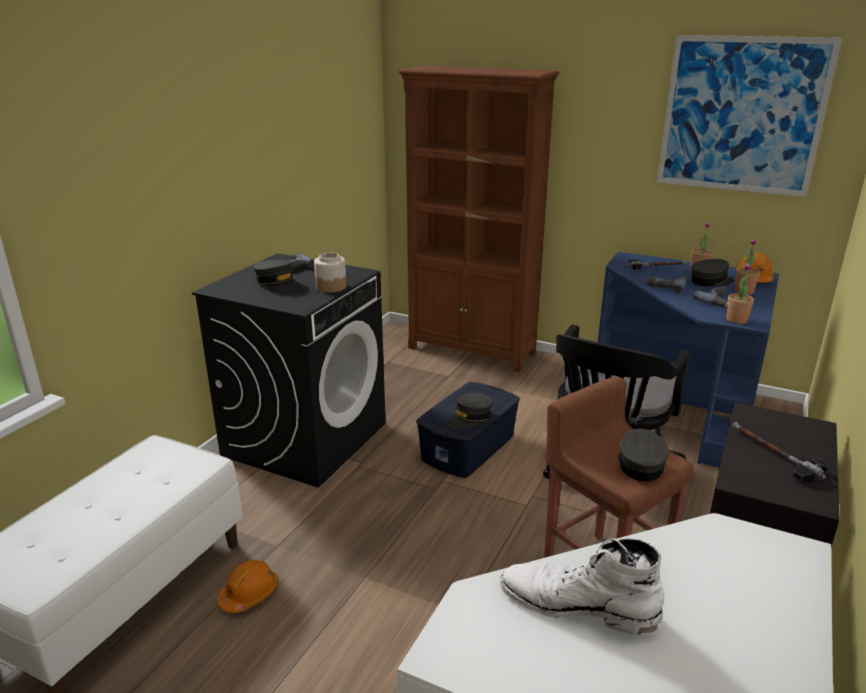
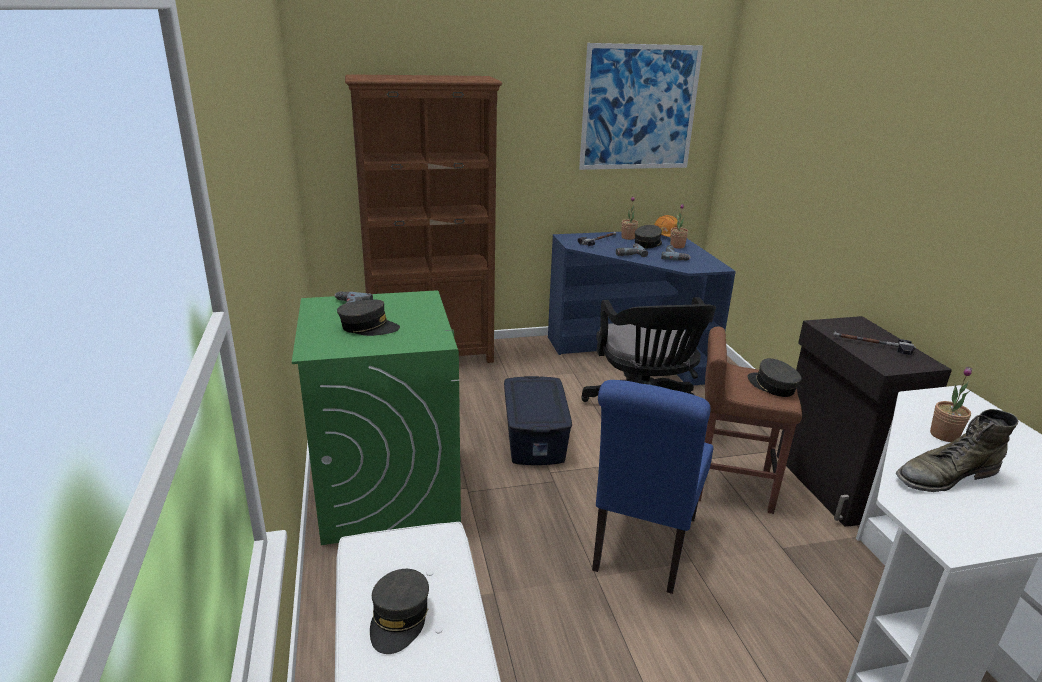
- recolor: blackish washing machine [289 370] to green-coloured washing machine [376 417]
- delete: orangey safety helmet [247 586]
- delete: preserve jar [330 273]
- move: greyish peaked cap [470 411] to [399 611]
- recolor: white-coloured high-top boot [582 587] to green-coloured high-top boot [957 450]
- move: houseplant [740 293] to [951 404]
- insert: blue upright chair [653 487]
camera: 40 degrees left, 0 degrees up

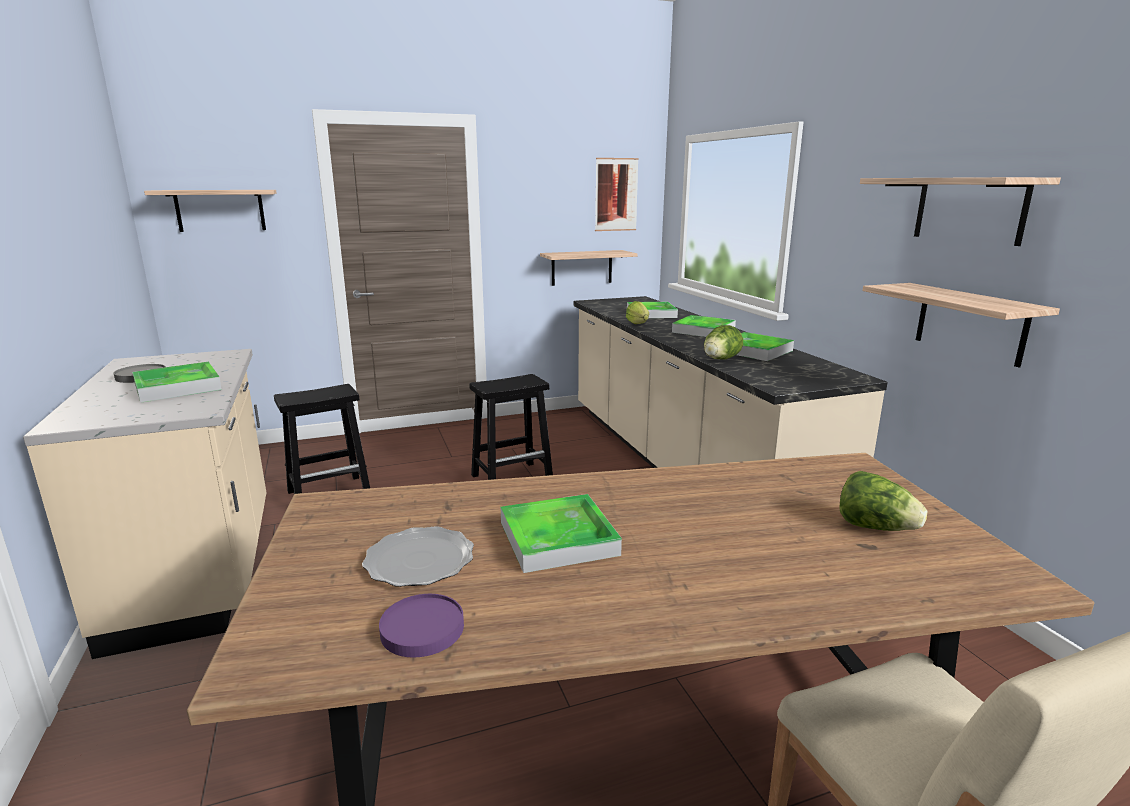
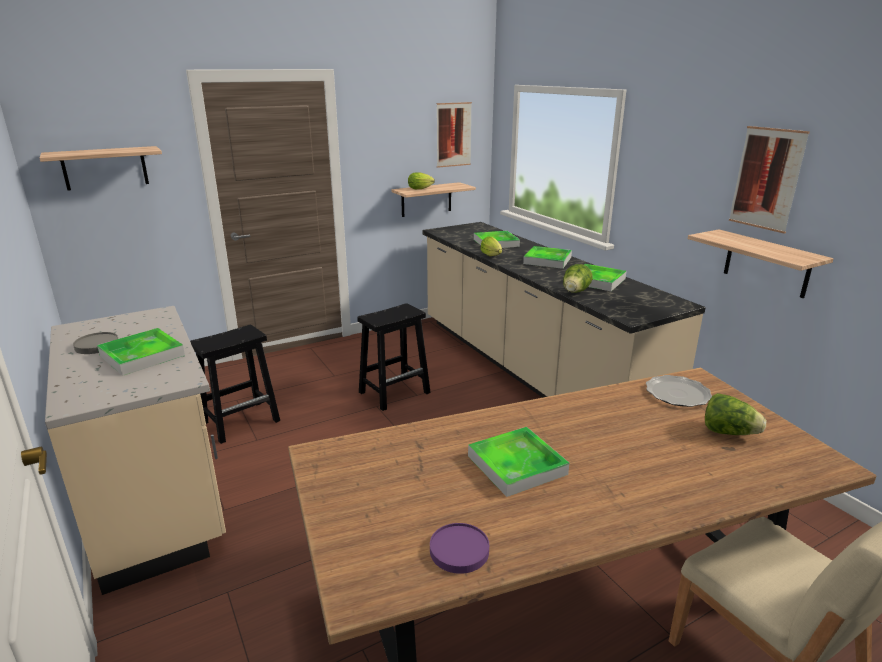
- move: dinner plate [418 556] to [679 391]
- replace: wall shelf [960 211] to wall art [769 180]
- insert: lettuce head [421 180]
camera: 10 degrees left, 5 degrees up

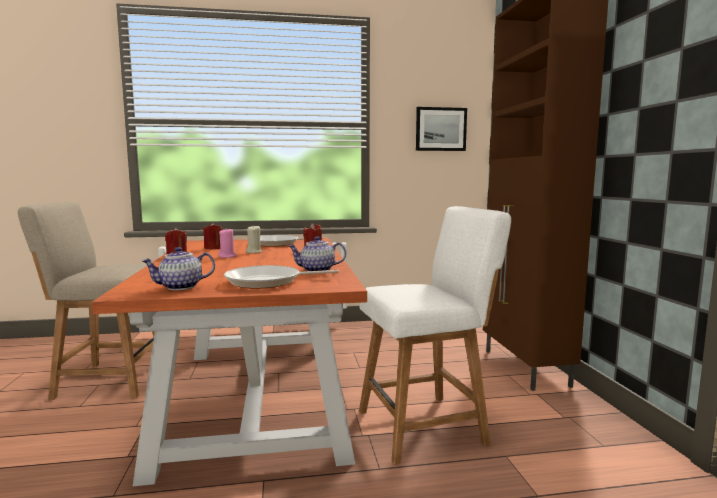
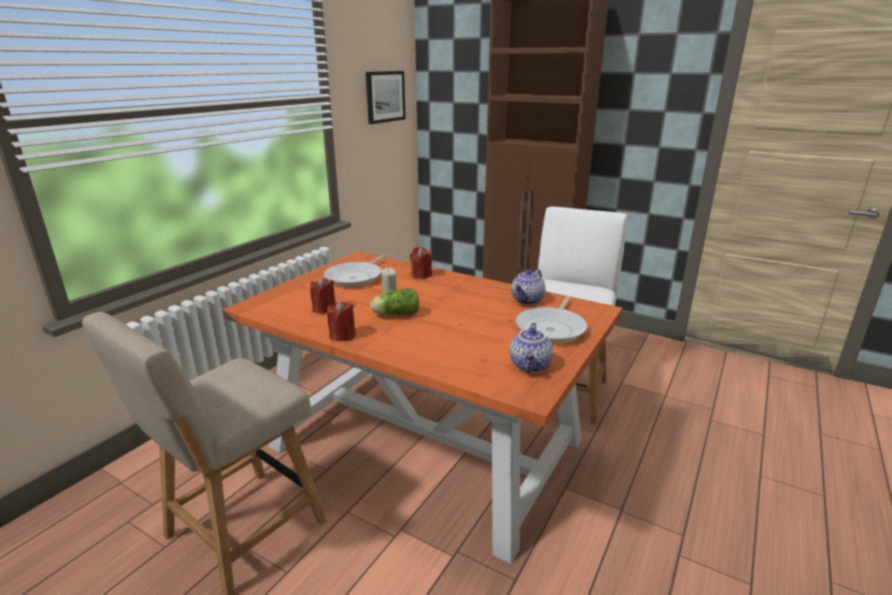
- replace: pinkish wax light [227 243] to lettuce head [394 302]
camera: 50 degrees left, 15 degrees up

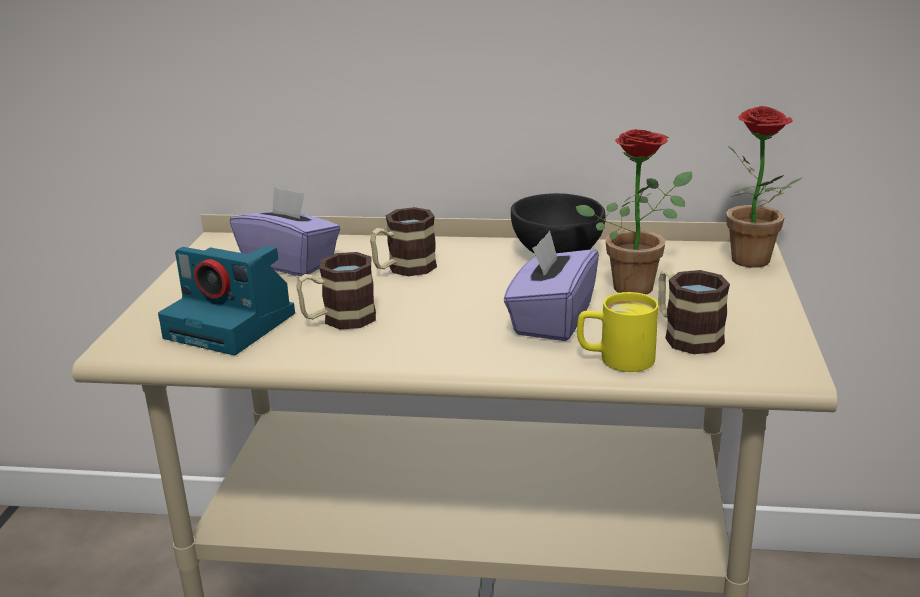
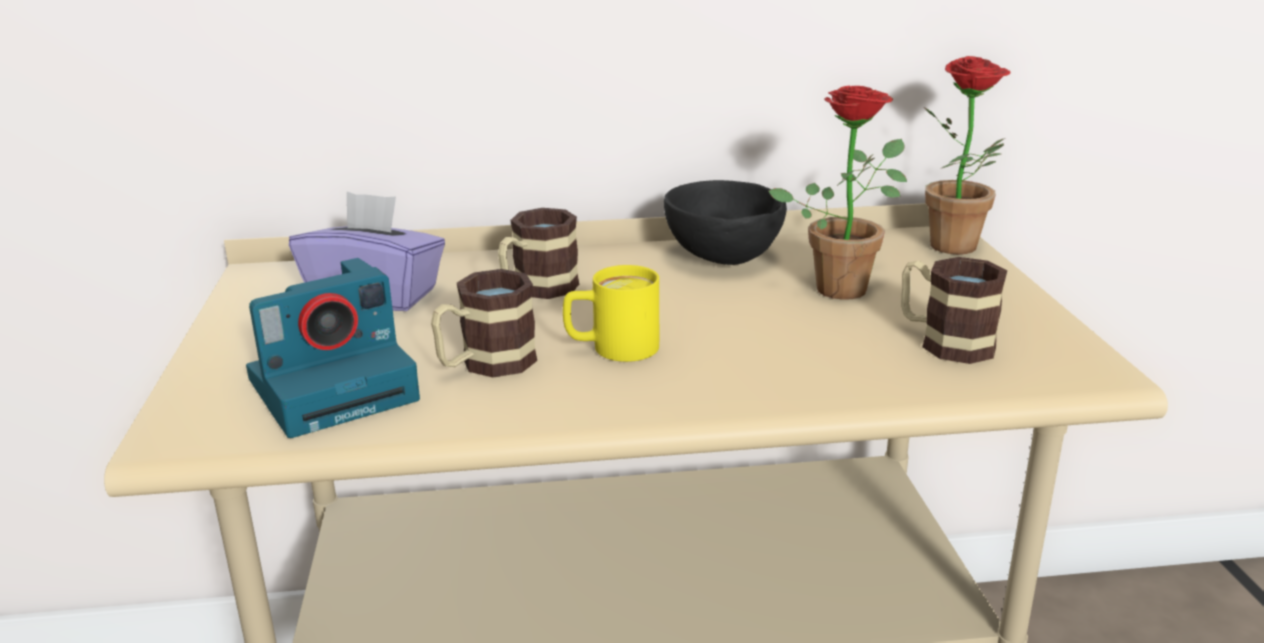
- rotate: photo camera [226 300] = [333 348] 45 degrees counterclockwise
- delete: purple-coloured tissue box [551 286]
- move: yellow-coloured tea mug [617 332] to [611 313]
camera: 15 degrees left, 0 degrees up

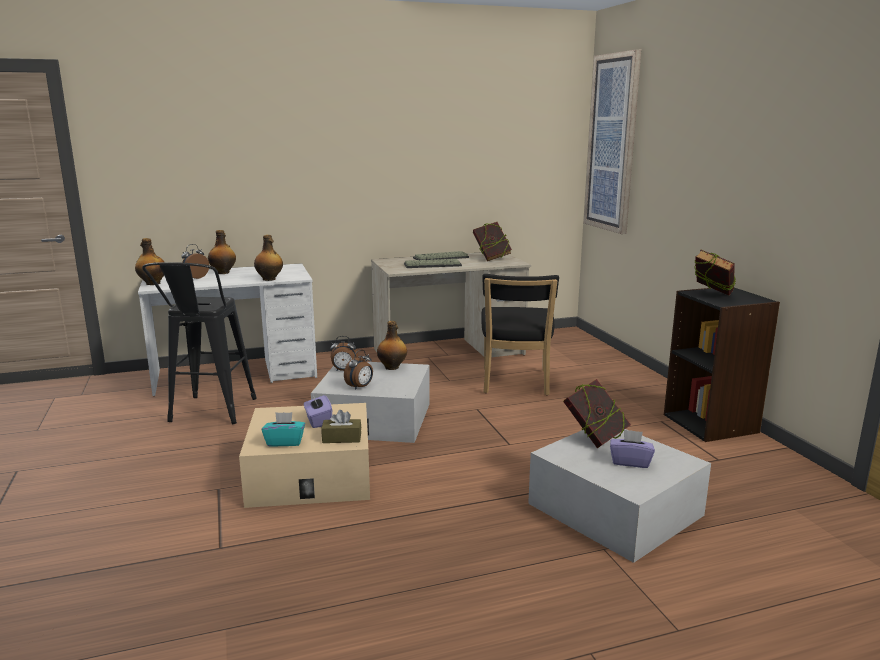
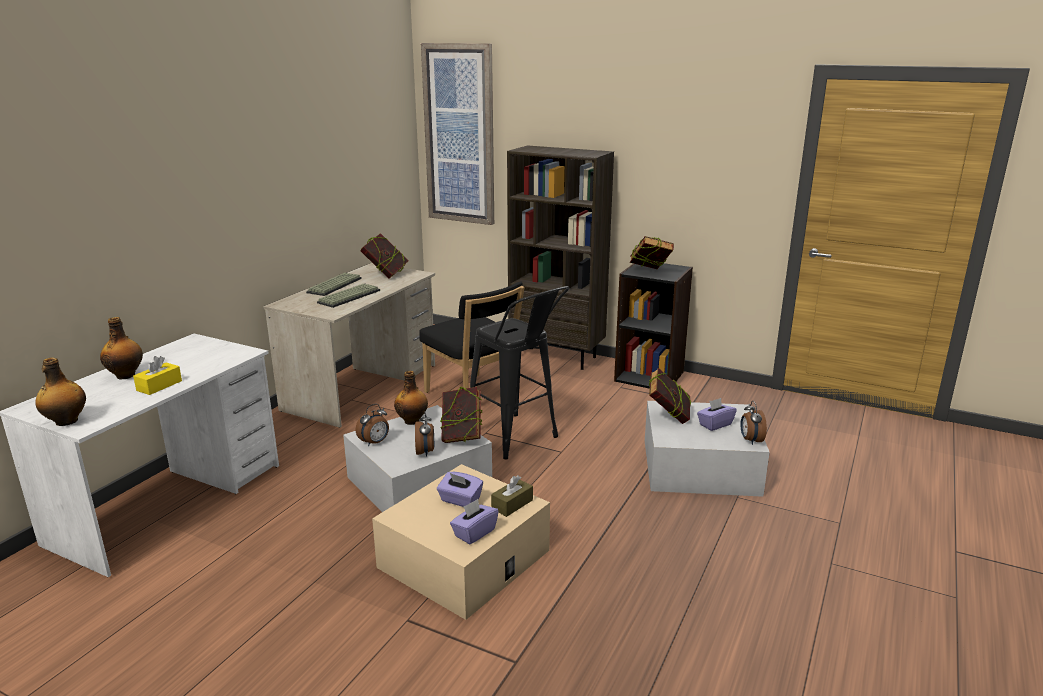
- move: blackish stool seat [199 343] to [519 372]
- move: table clock [195 261] to [753 423]
- delete: bottle [268 258]
- recolor: blue-green tissue box [283 429] to purple-coloured tissue box [474 521]
- insert: yellow-coloured tissue box [157 375]
- insert: book [461 414]
- insert: brown-coloured bookshelf [560 257]
camera: 45 degrees left, 5 degrees up

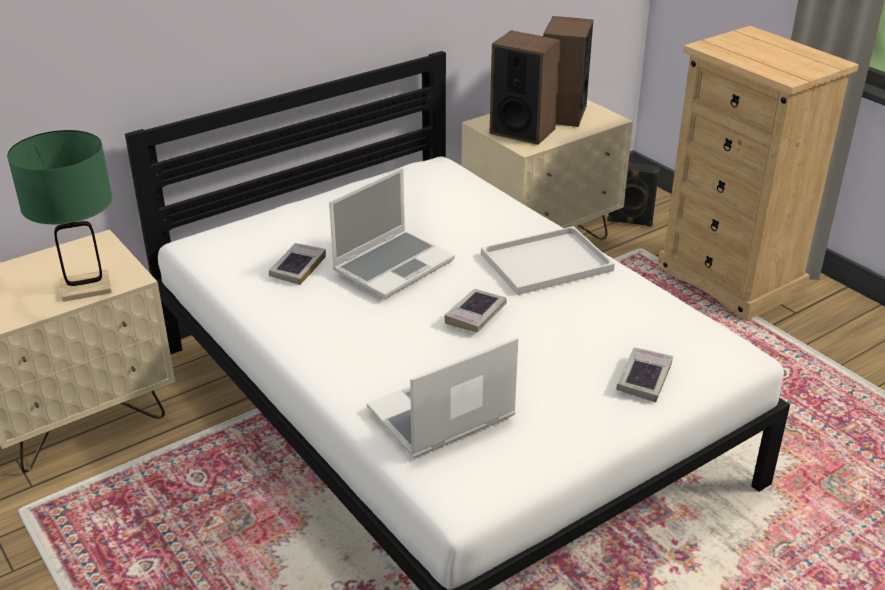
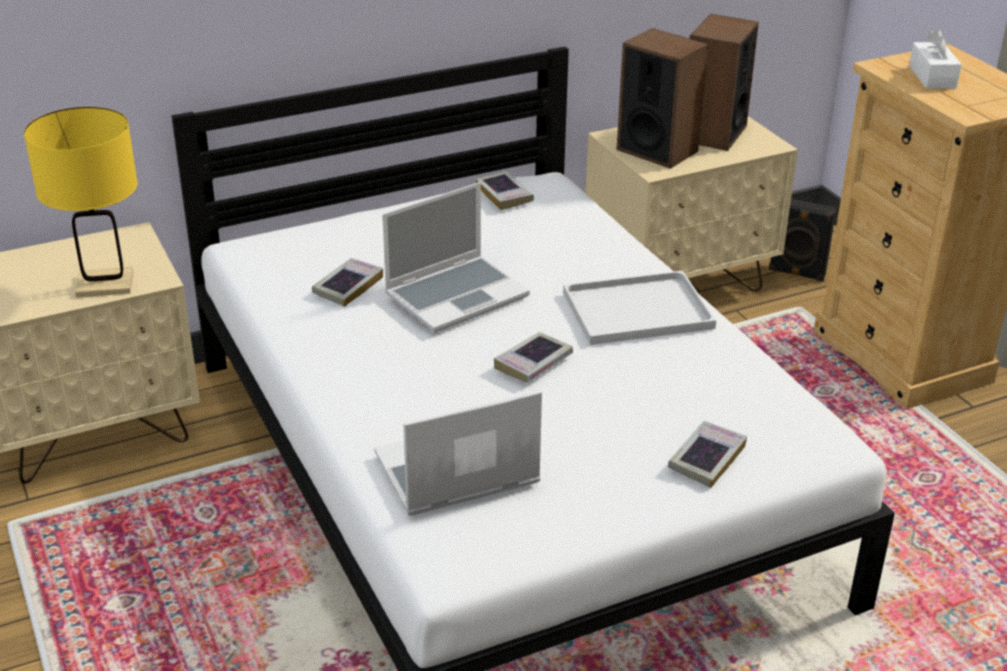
- recolor: green-coloured tabletop lamp [59 216] to yellow-coloured tabletop lamp [81 202]
- insert: book [505 190]
- insert: white-coloured tissue box [935 59]
camera: 10 degrees right, 0 degrees up

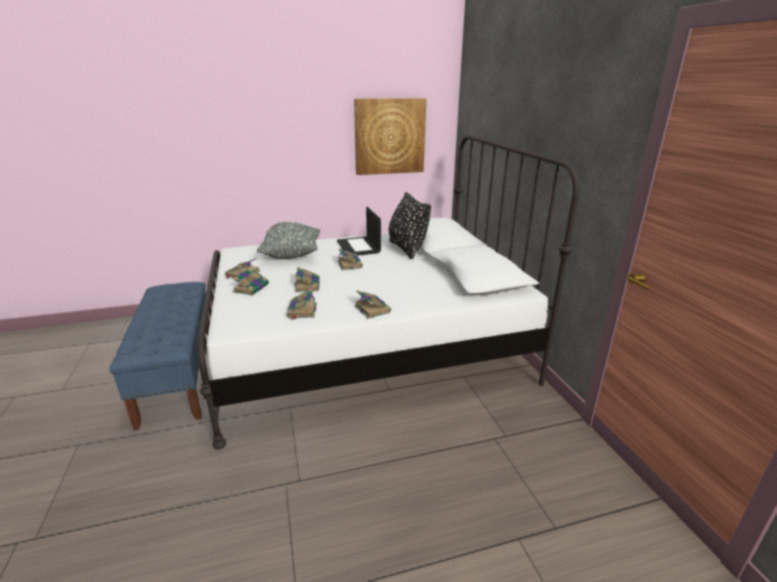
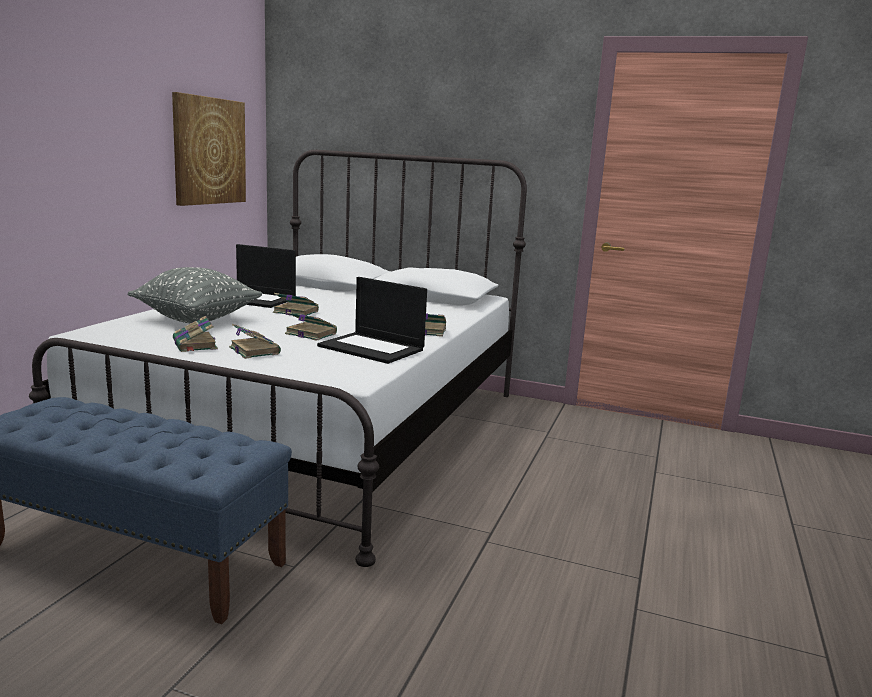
- replace: book [302 303] to portable computer [372 320]
- delete: blackish cushion [410 225]
camera: 55 degrees left, 10 degrees down

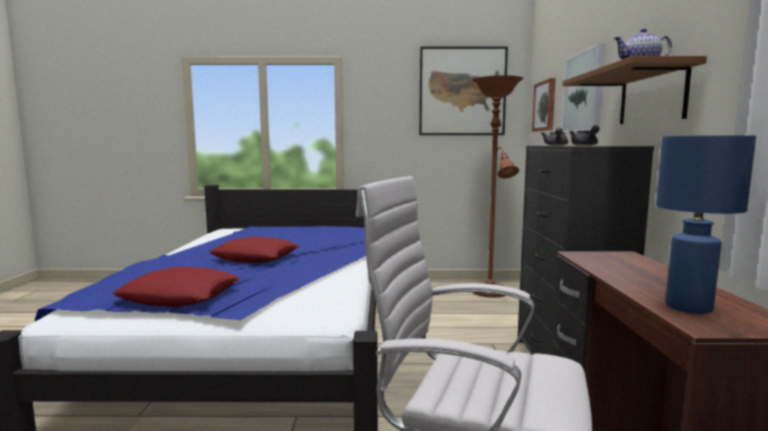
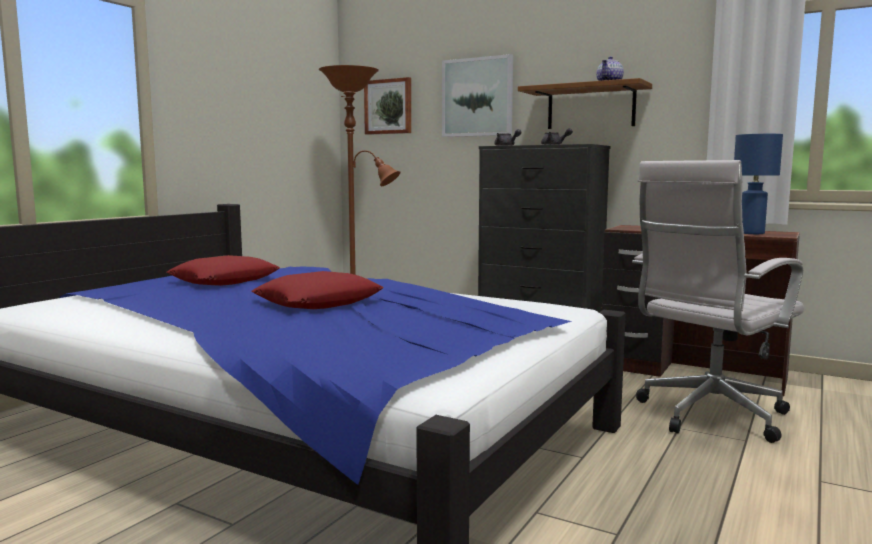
- move: red cushion [176 287] to [223 270]
- delete: wall art [463 90]
camera: 60 degrees left, 0 degrees up

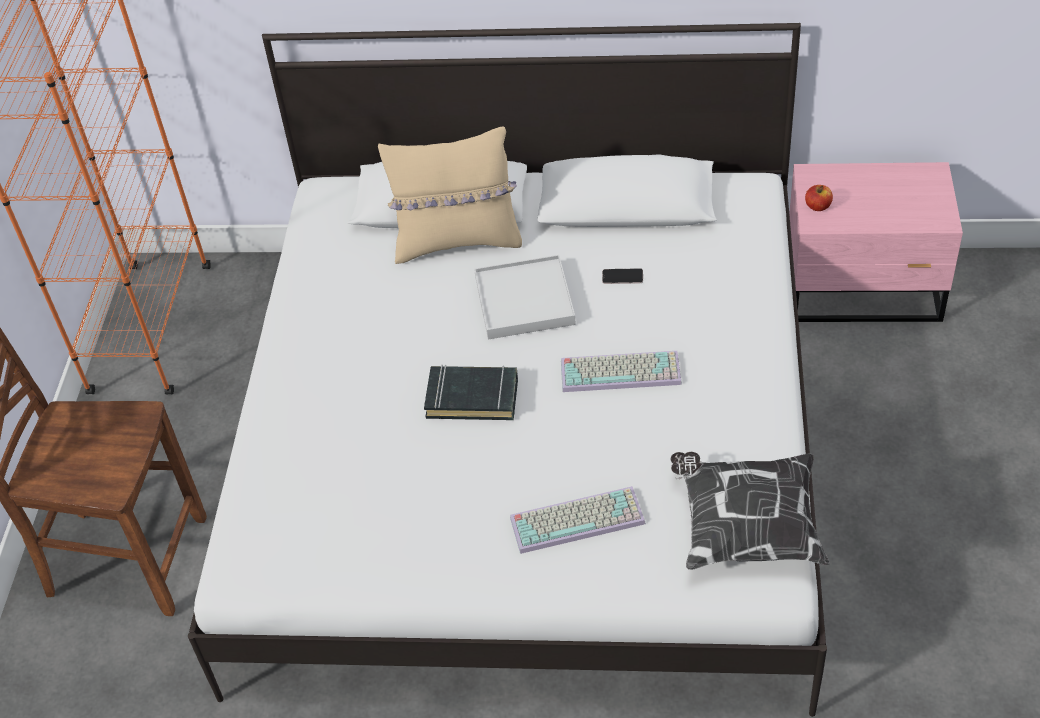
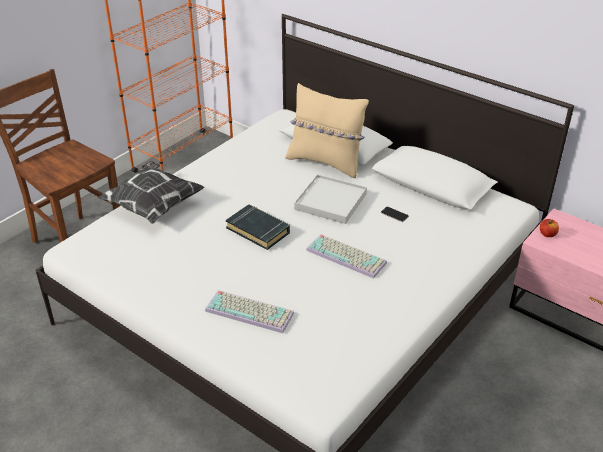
- move: cushion [750 511] to [151 192]
camera: 30 degrees right, 10 degrees down

